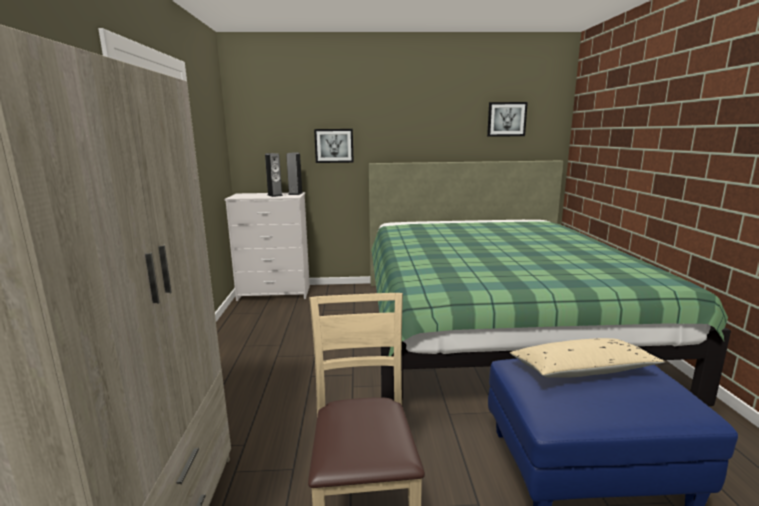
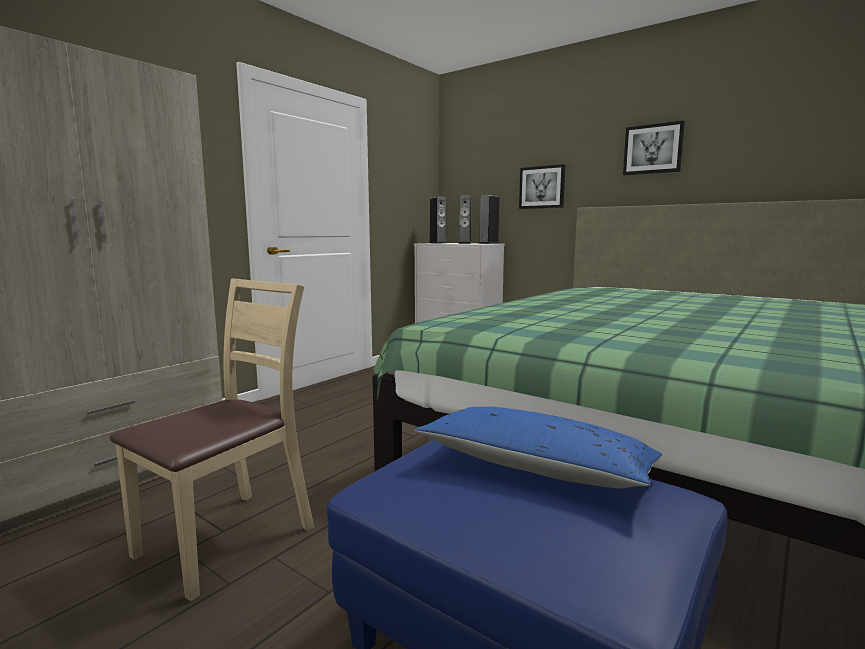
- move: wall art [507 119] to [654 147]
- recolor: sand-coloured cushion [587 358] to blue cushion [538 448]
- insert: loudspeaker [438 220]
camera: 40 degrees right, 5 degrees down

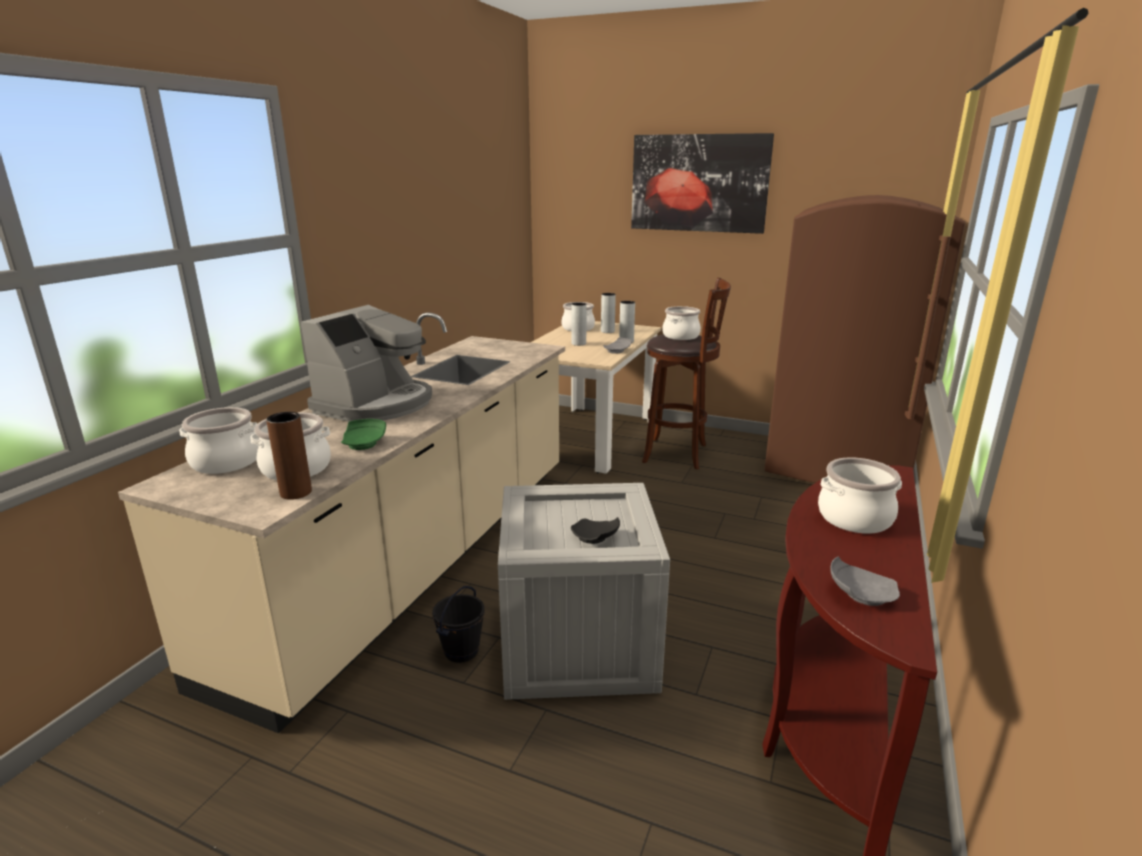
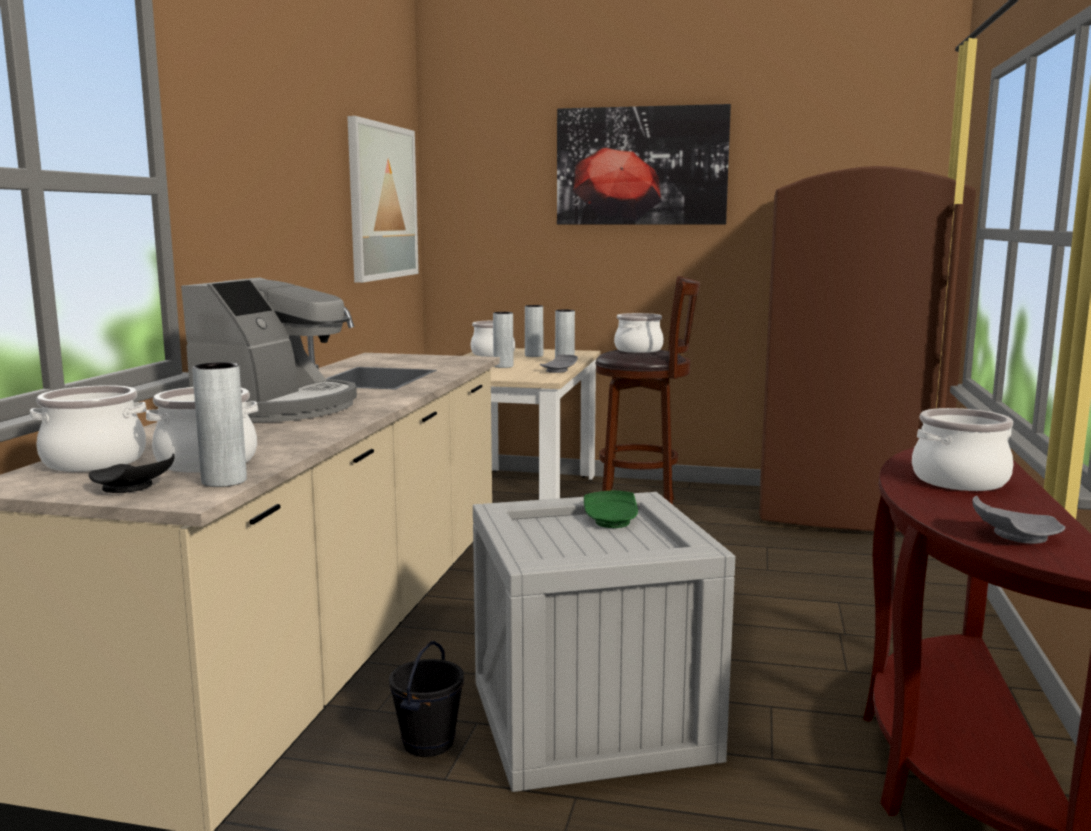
- recolor: brown-coloured decorative vase [289 456] to greyish decorative vase [219 424]
- move: green-coloured dinner plate [363 434] to [611 509]
- move: blackish dinner plate [595 530] to [132 473]
- insert: wall art [383 199]
camera: 10 degrees left, 10 degrees down

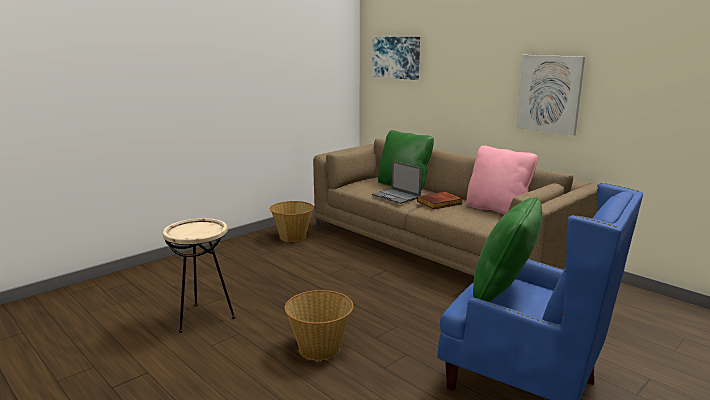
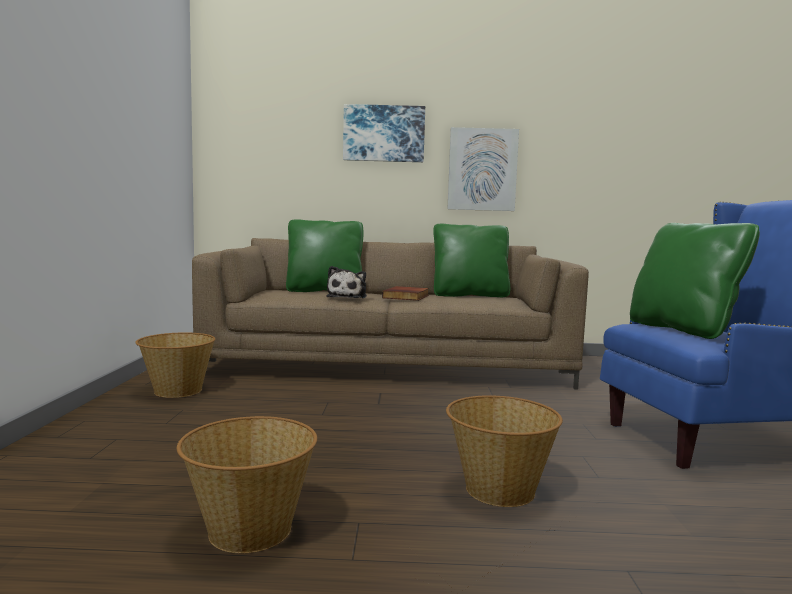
- replace: sand-coloured side table [199 275] to basket [247 484]
- move: wall art [396 58] to [384 133]
- replace: portable computer [397 182] to cuddly toy [346 282]
- recolor: pinkish cushion [502 180] to green-coloured cushion [471 260]
camera: 45 degrees left, 10 degrees down

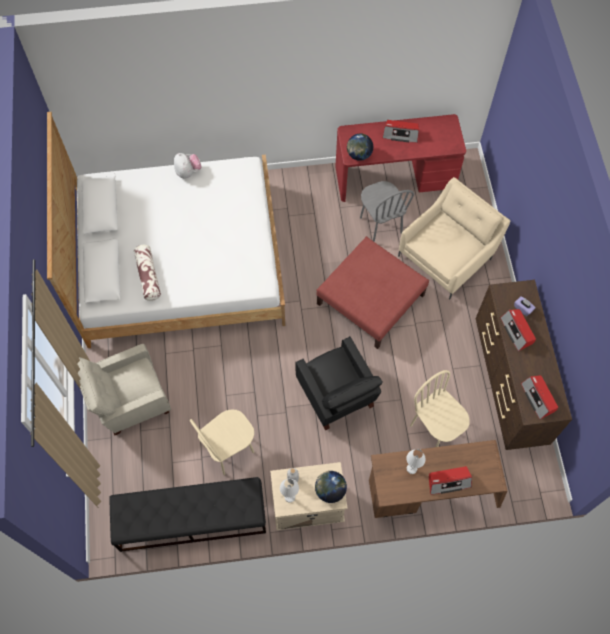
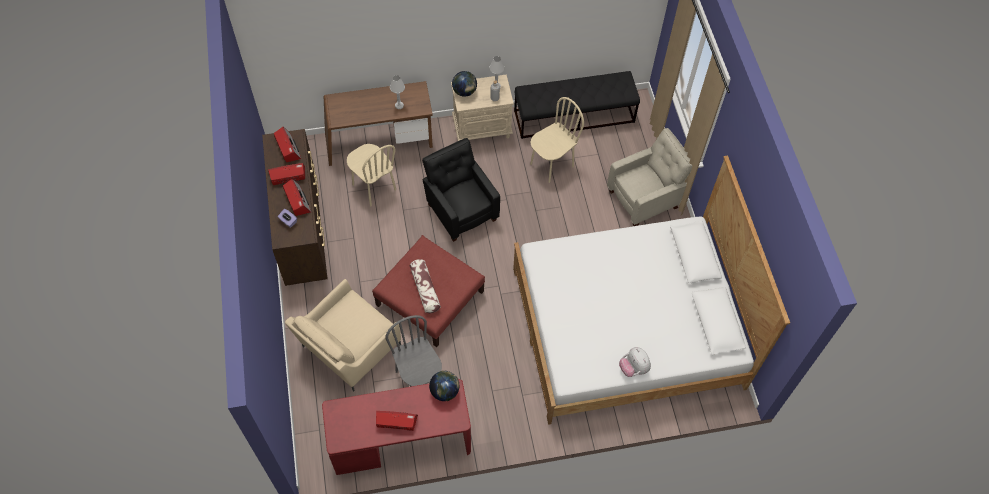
- move: cushion [147 273] to [425 286]
- move: radio [450 480] to [286 174]
camera: 175 degrees right, 5 degrees down

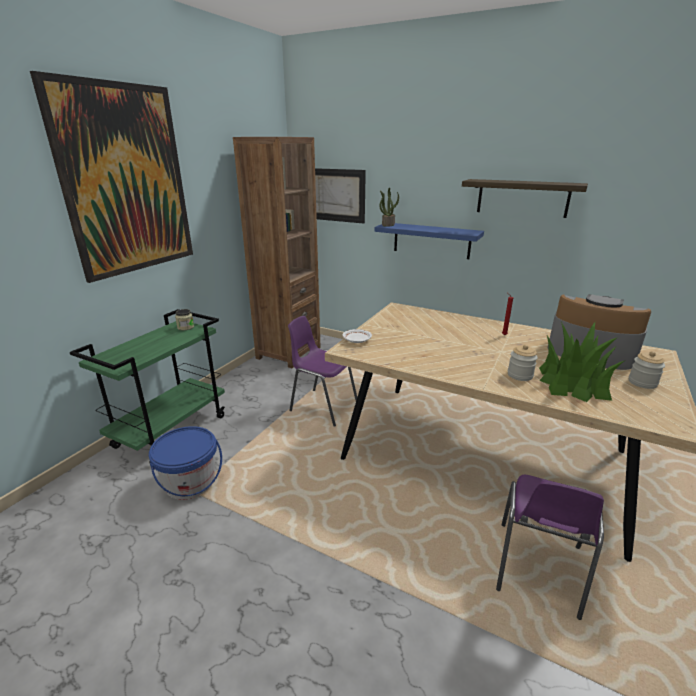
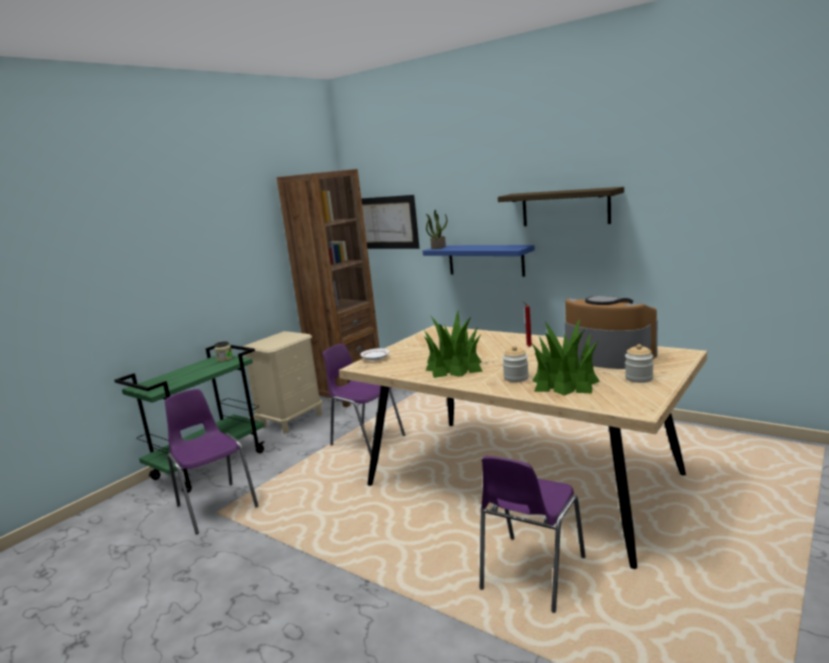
- delete: wall art [111 177]
- replace: blue pail [185 463] to purple-coloured upright chair [212 461]
- insert: sand-coloured bedside table [283 382]
- insert: houseplant [453 344]
camera: 10 degrees right, 10 degrees down

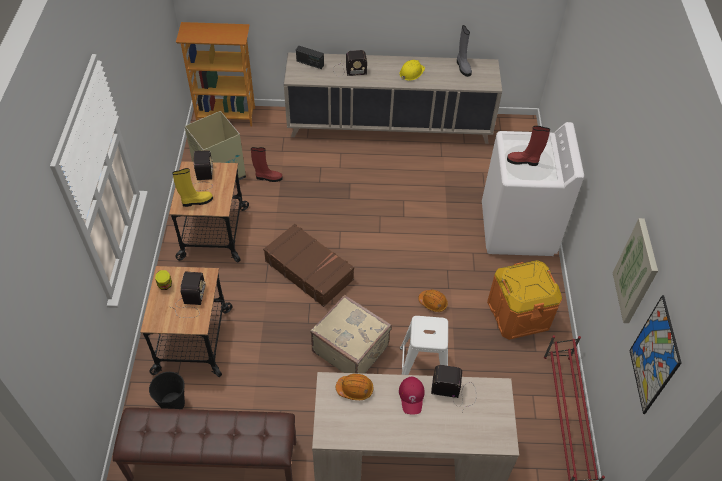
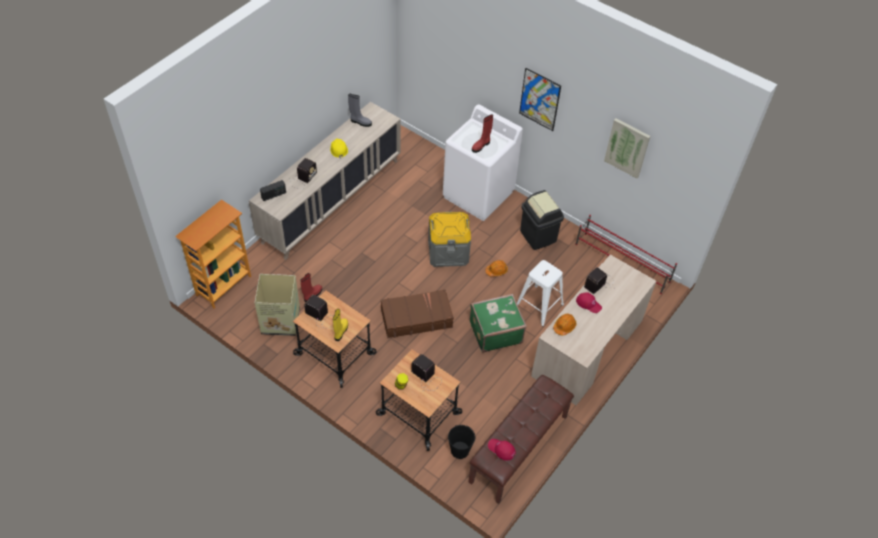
- recolor: sand-coloured travel case [351 334] to green-coloured travel case [498 323]
- replace: orangey storage bin [524 300] to blackish trash can [542 220]
- move: wall art [655 354] to [540 99]
- insert: greyish storage bin [449 239]
- insert: red peaked cap [502 449]
camera: 55 degrees left, 0 degrees up

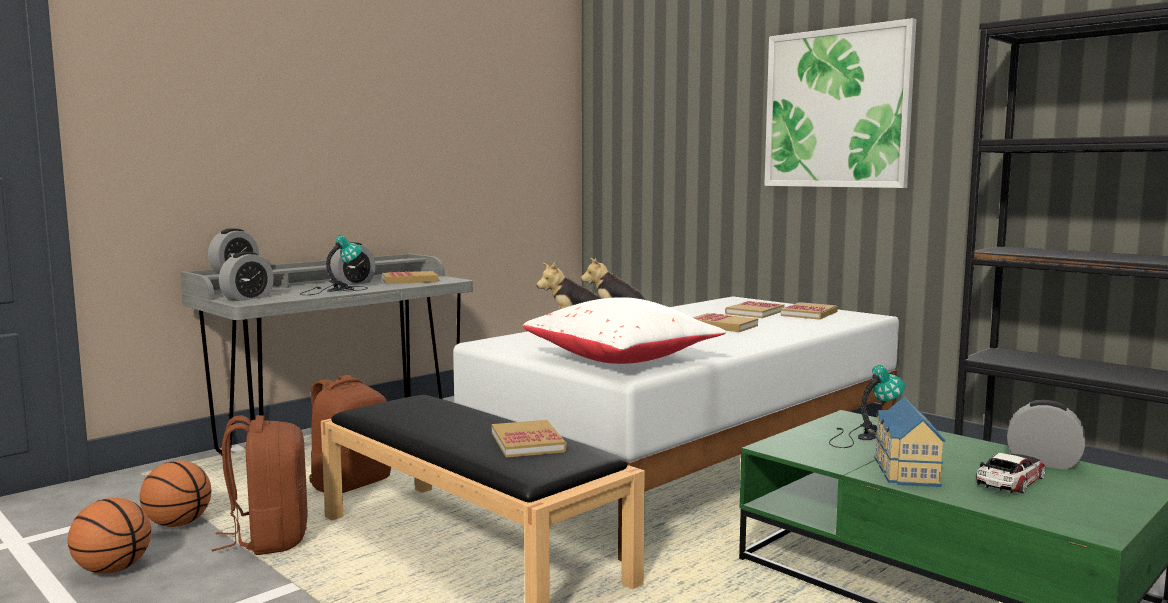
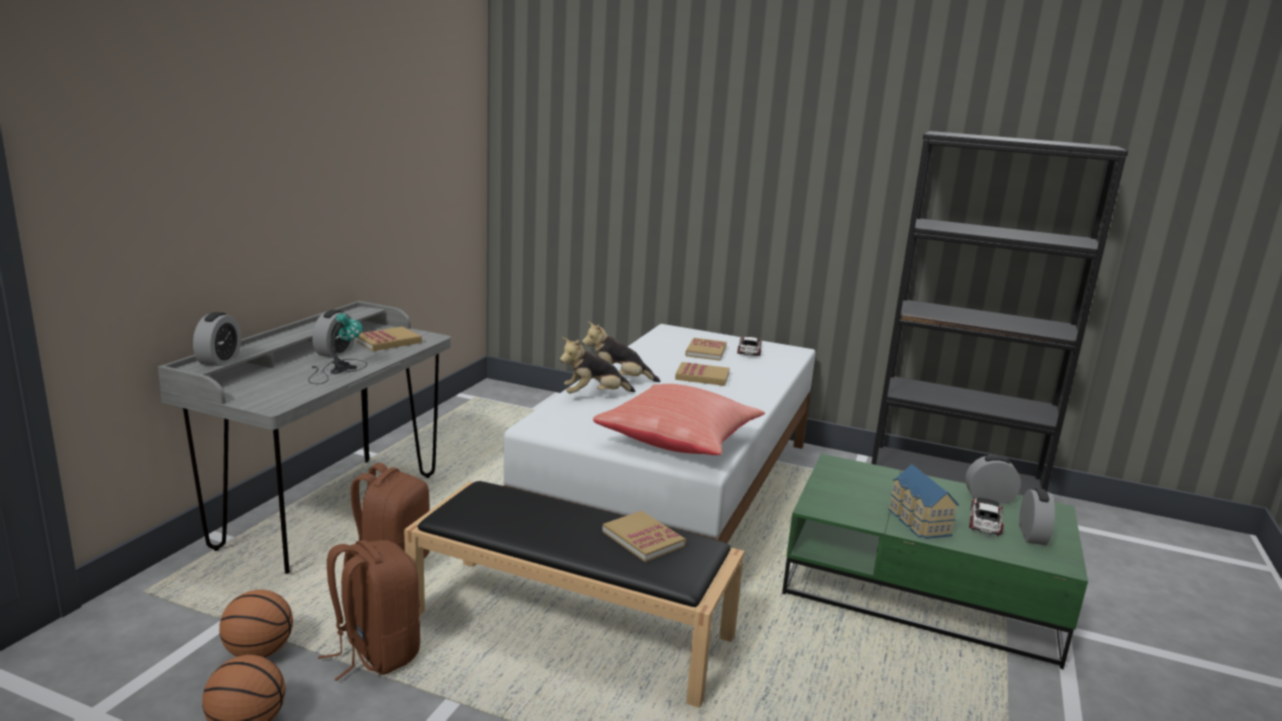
- move: table clock [246 276] to [1037 516]
- recolor: white-coloured cushion [624 330] to red cushion [679 419]
- delete: wall art [840 103]
- replace: book [809 311] to toy car [749 346]
- delete: tabletop lamp [867 406]
camera: 25 degrees left, 10 degrees up

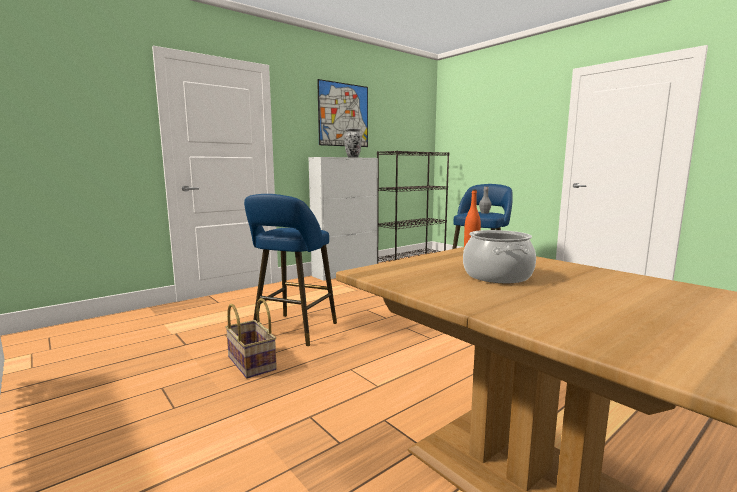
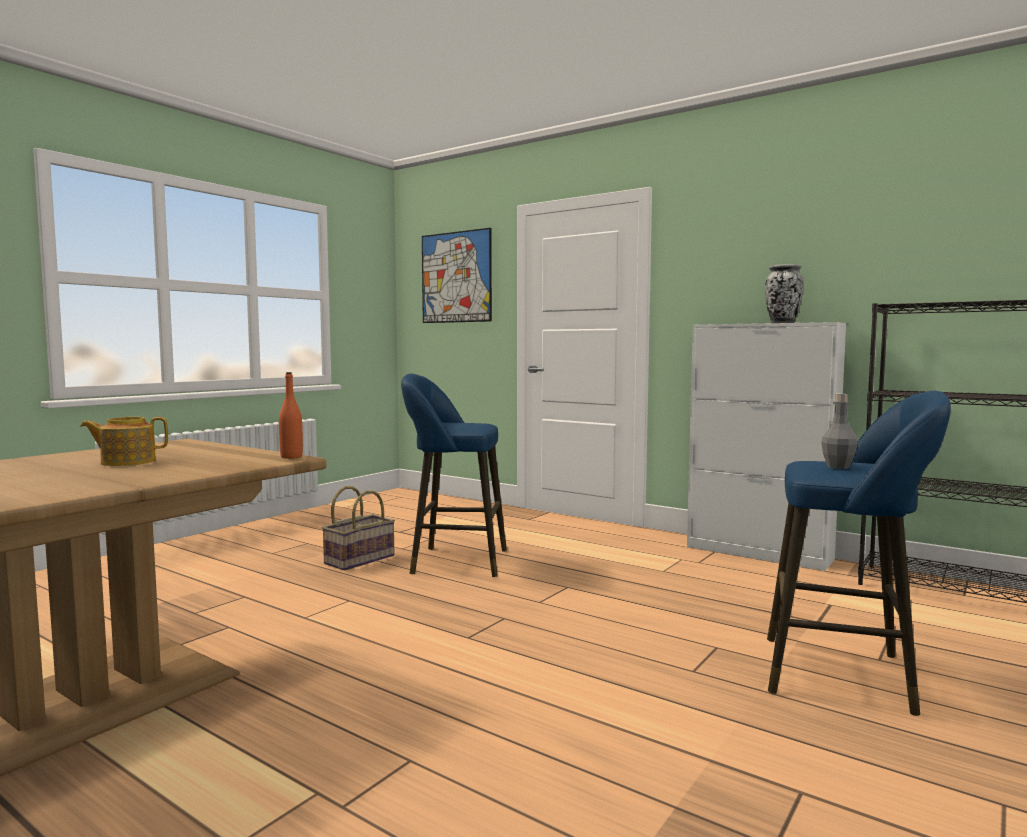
- move: wall art [342 113] to [457 275]
- replace: cooking pot [499 256] to tea pot [124 441]
camera: 75 degrees right, 5 degrees down

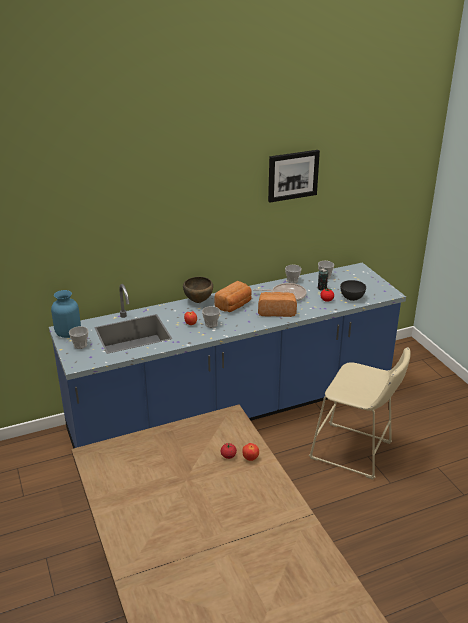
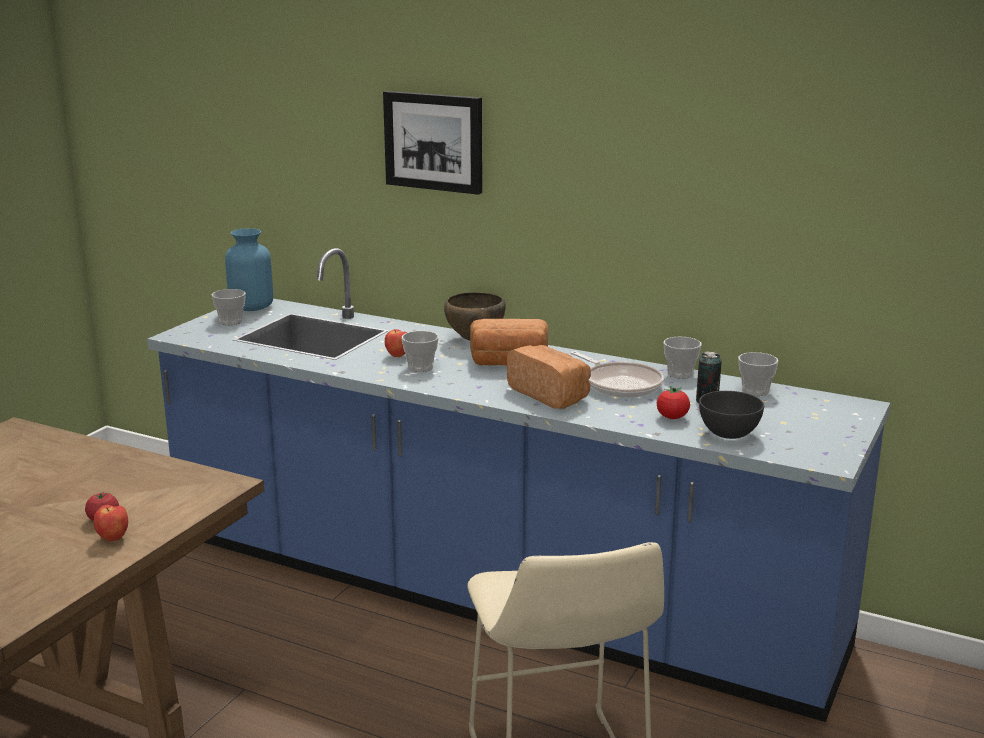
- move: wall art [294 176] to [432 143]
camera: 50 degrees right, 10 degrees down

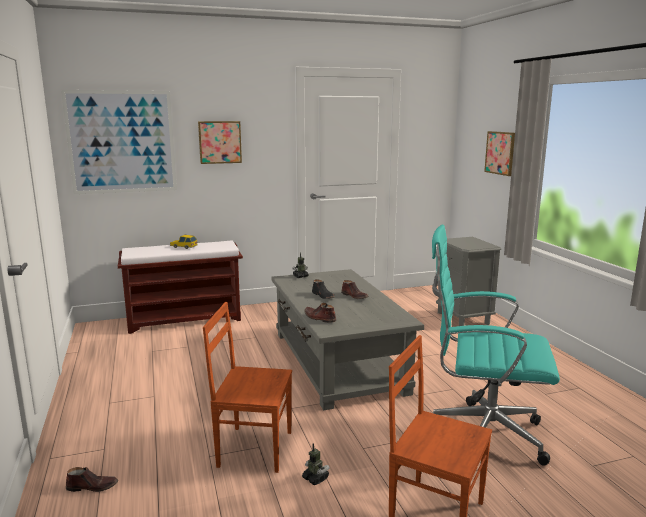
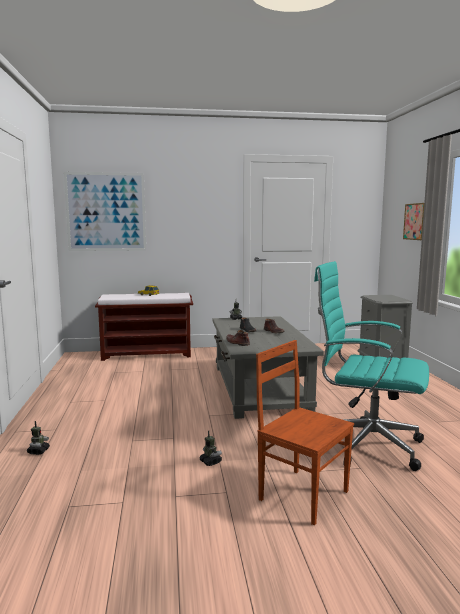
- replace: brown-coloured shoe [92 479] to model robot [38 438]
- delete: wall art [220 142]
- delete: brown-coloured upright chair [247 387]
camera: 10 degrees right, 5 degrees down

